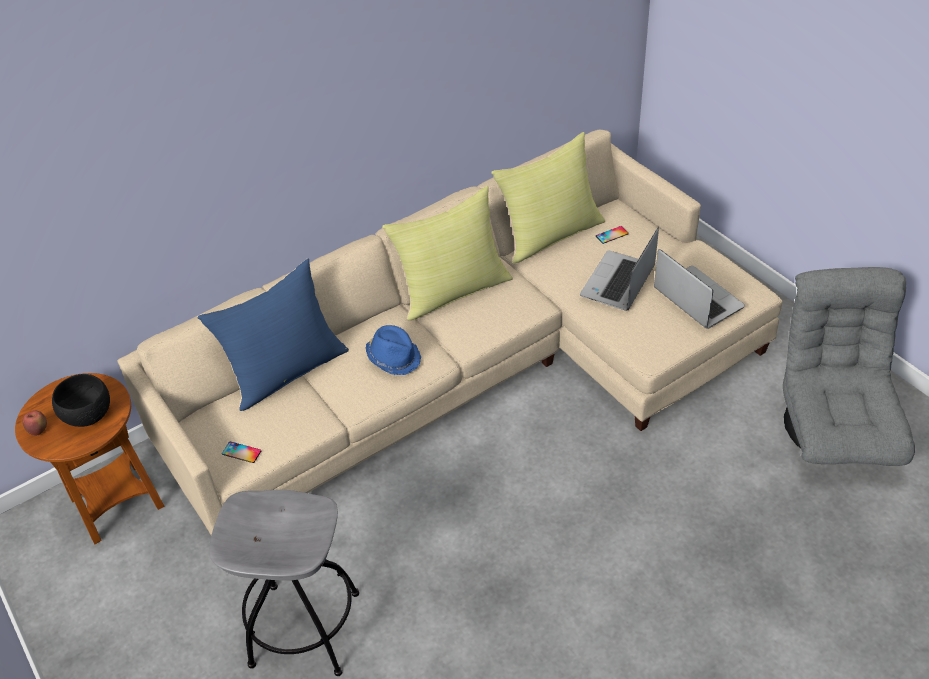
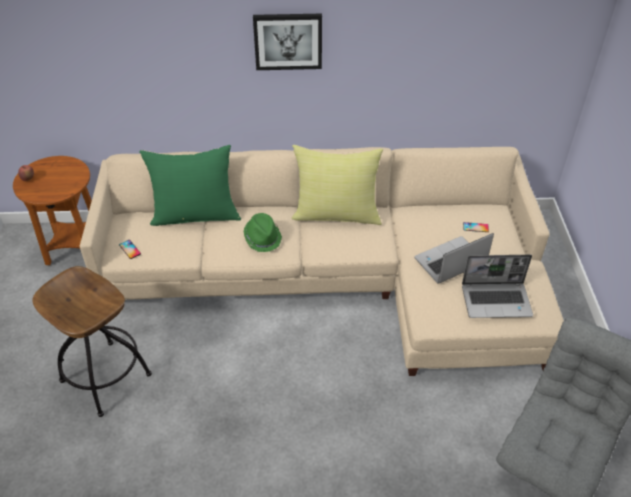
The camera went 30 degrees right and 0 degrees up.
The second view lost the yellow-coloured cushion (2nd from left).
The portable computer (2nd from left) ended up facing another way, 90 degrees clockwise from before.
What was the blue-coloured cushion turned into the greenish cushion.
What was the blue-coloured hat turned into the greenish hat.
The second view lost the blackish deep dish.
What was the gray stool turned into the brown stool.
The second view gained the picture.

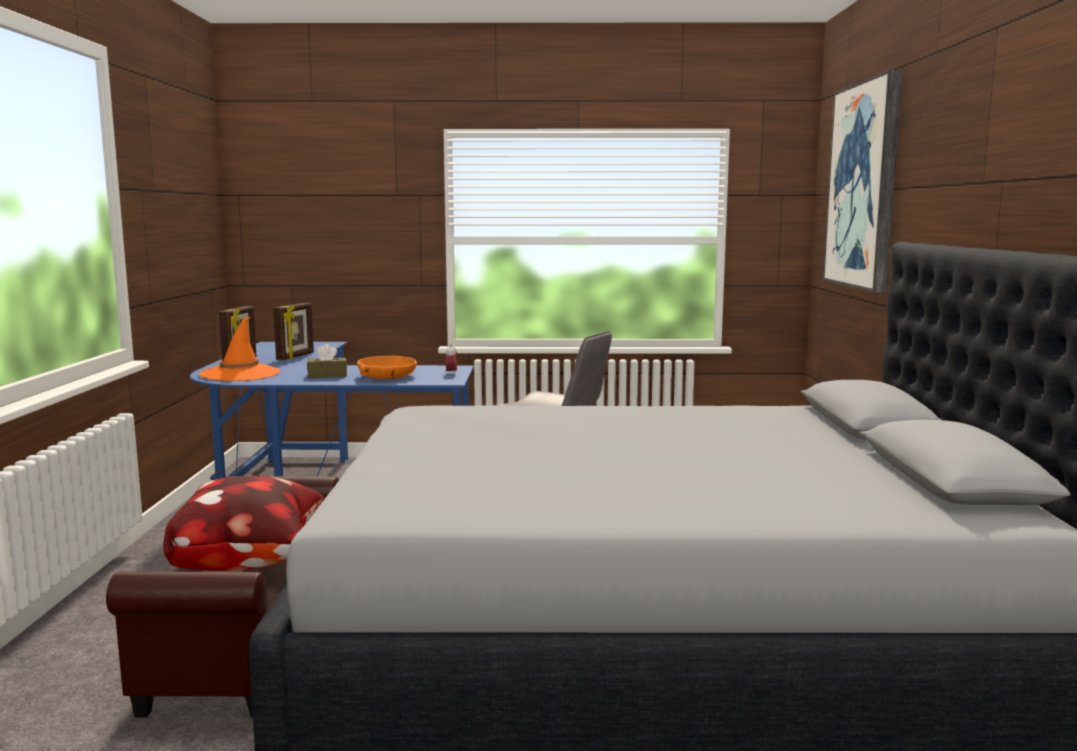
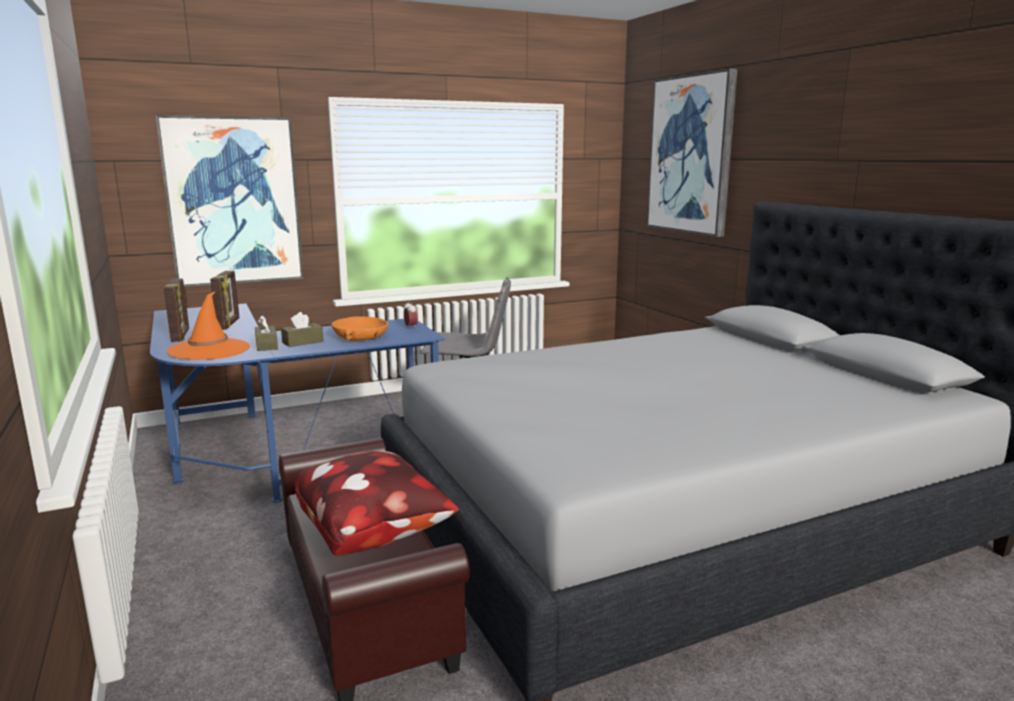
The camera went 25 degrees left and 5 degrees up.
The second view gained the picture (1st from left).
The second view gained the brown tissue holder (1st from left).

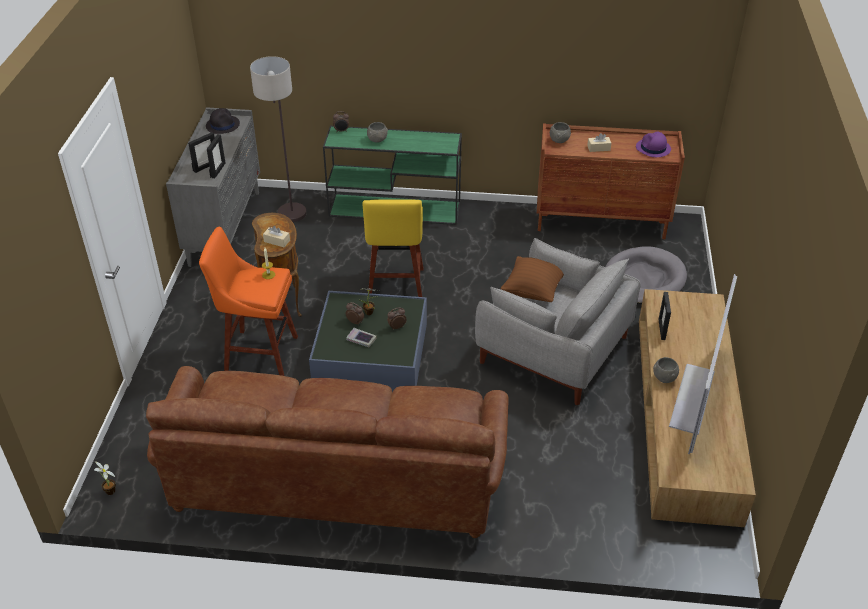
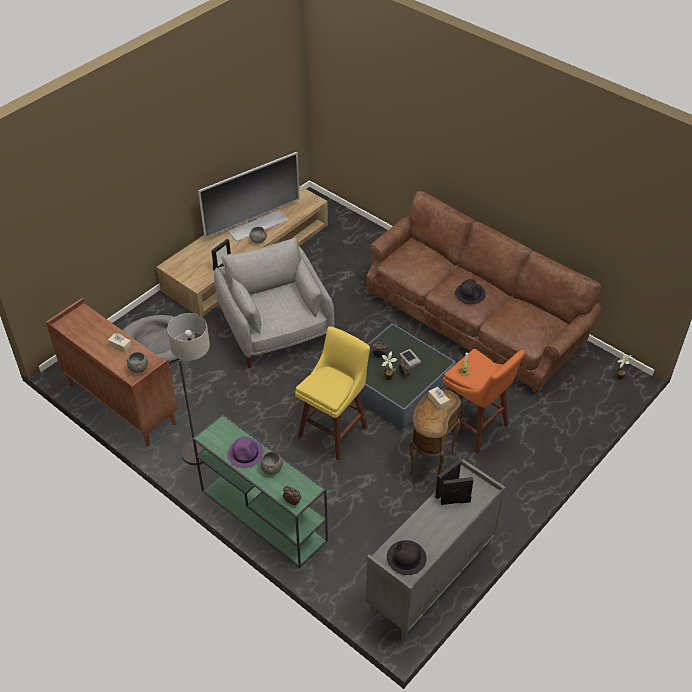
The camera went 145 degrees left and 5 degrees up.
The gray floor lamp ended up elsewhere.
The purplish hat ended up elsewhere.
The second view lost the brown cushion.
The second view gained the blackish hat (2nd from left).

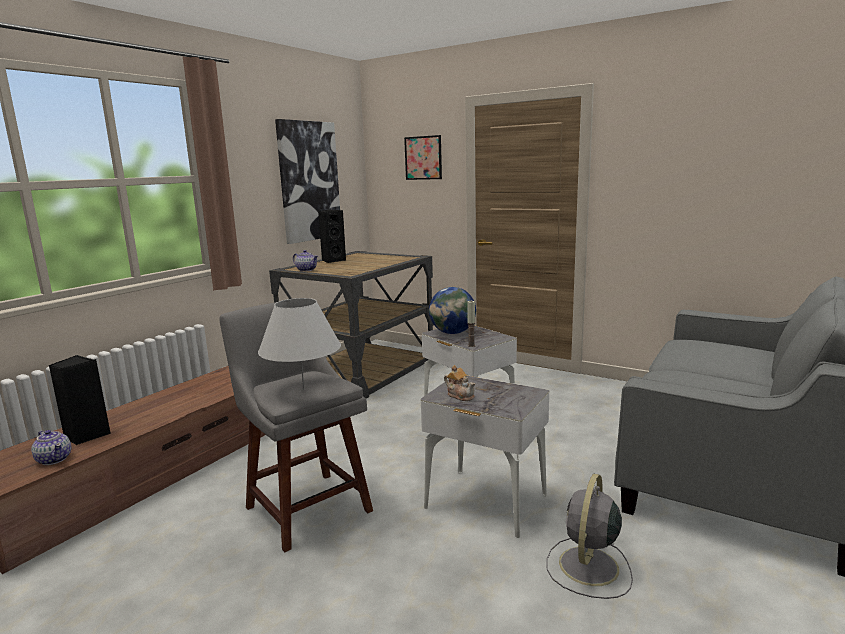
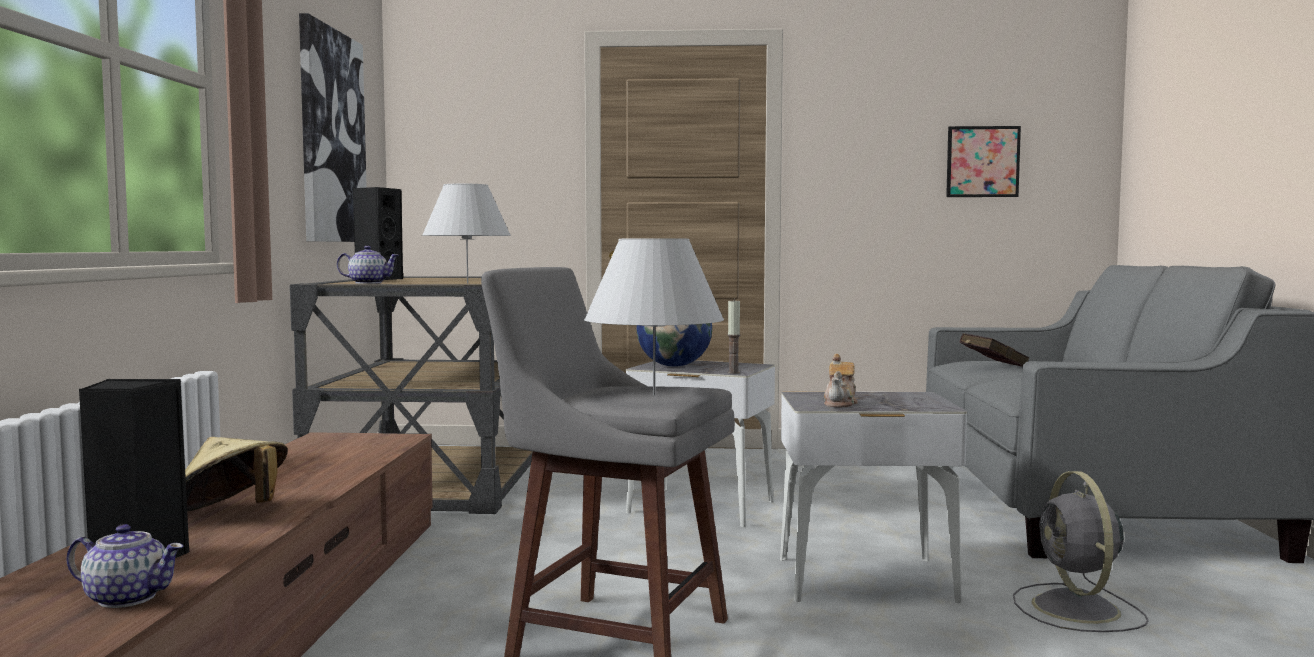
The camera went 30 degrees left and 10 degrees down.
The picture (2nd from left) ended up elsewhere.
The pot for tea (3rd from left) ended up facing another way, 90 degrees clockwise from before.
The second view gained the white-coloured table lamp (1st from left).
The second view gained the reddish volume.
The second view gained the beige hat.

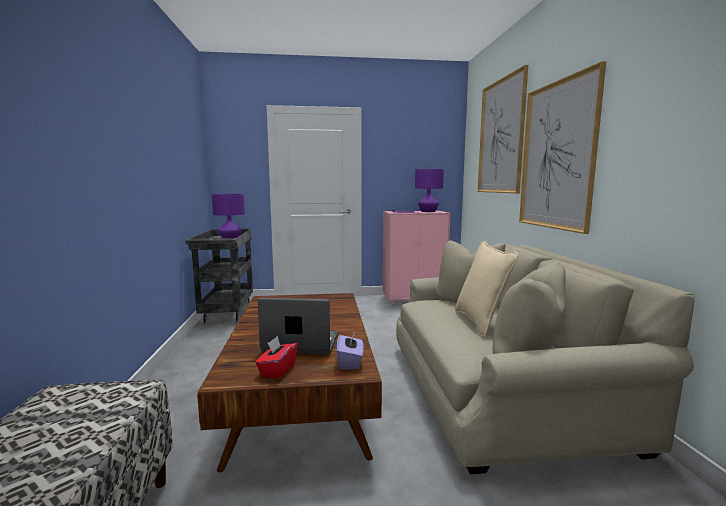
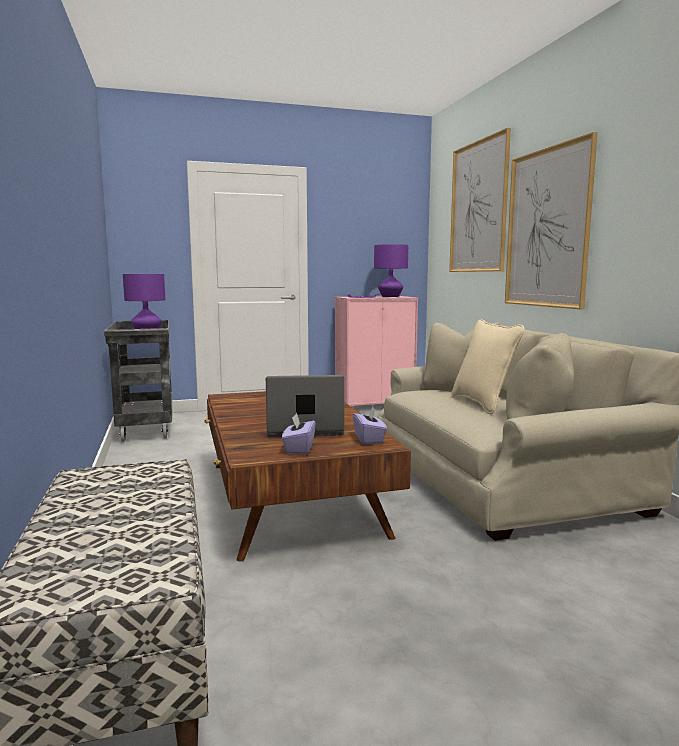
The camera went 10 degrees left and 0 degrees up.
What was the reddish tissue holder turned into the purplish tissue holder (1st from left).

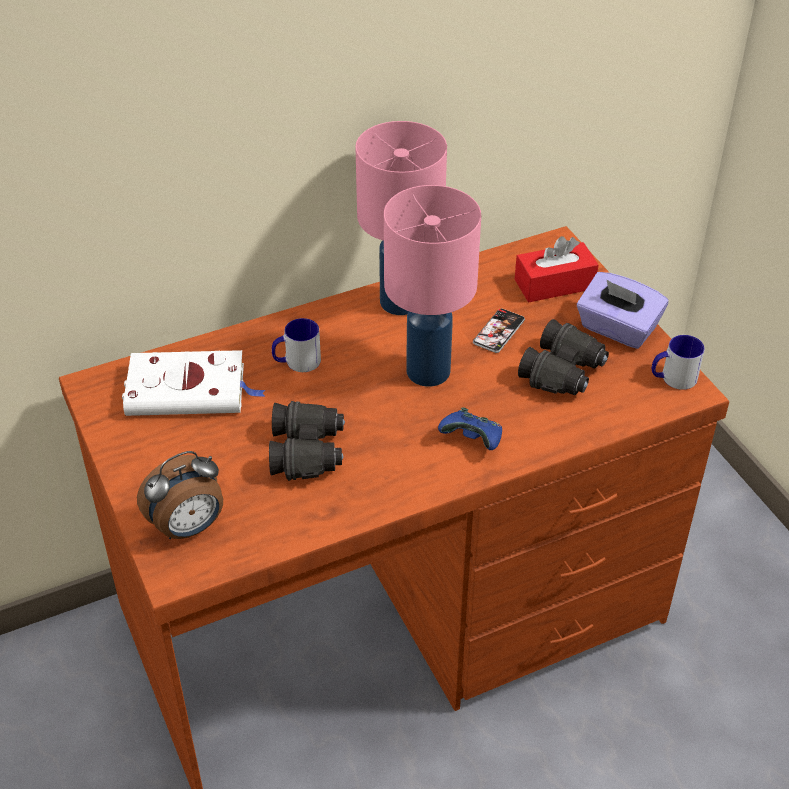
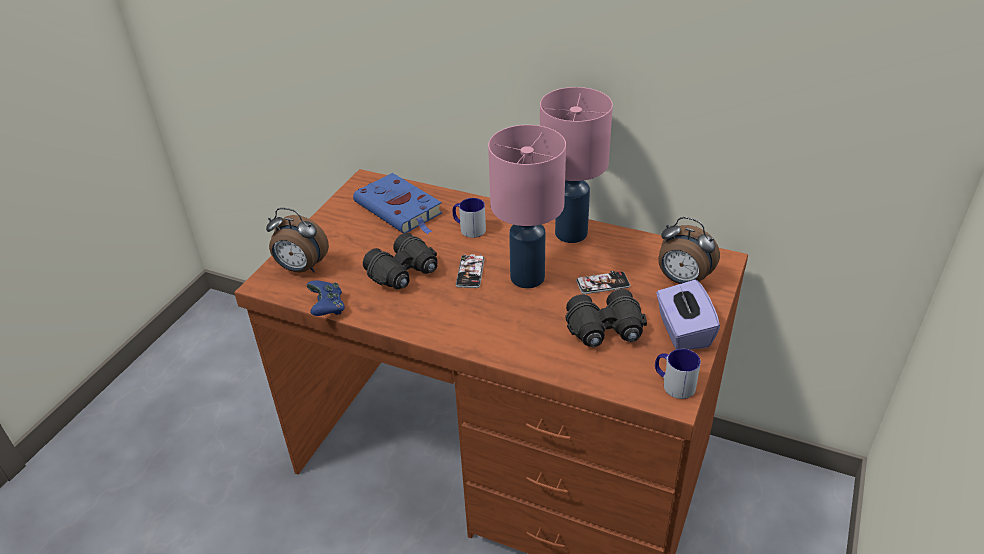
The camera went 50 degrees right and 5 degrees down.
Where the reddish tissue holder stood, the bedside clock (2nd from left) came to stand.
What was the white-coloured volume turned into the blue-coloured volume.
The blue-coloured game controller ended up elsewhere.
The second view gained the handset (1st from left).

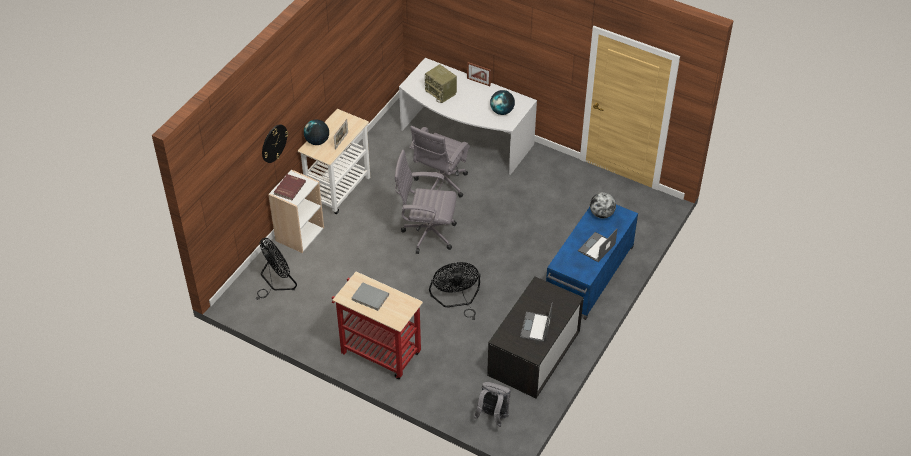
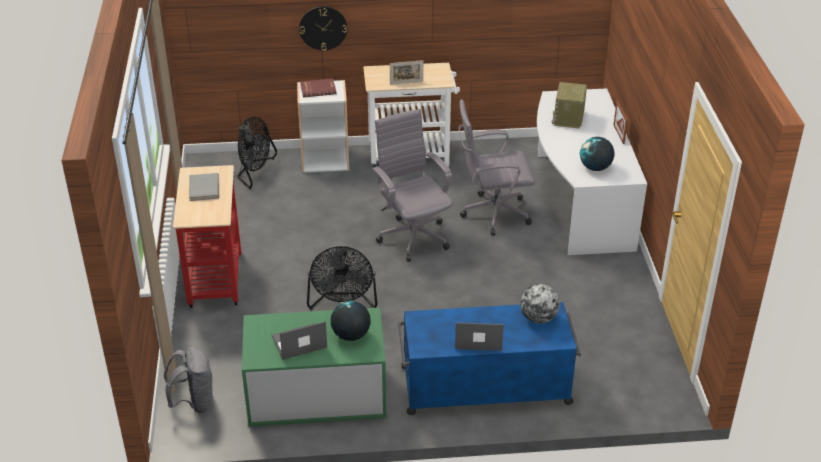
The camera went 55 degrees right and 10 degrees down.
The globe (1st from left) ended up elsewhere.
The blackish fan (2nd from left) ended up facing another way, 135 degrees clockwise from before.
What was the blackish cabinet turned into the greenish cabinet.

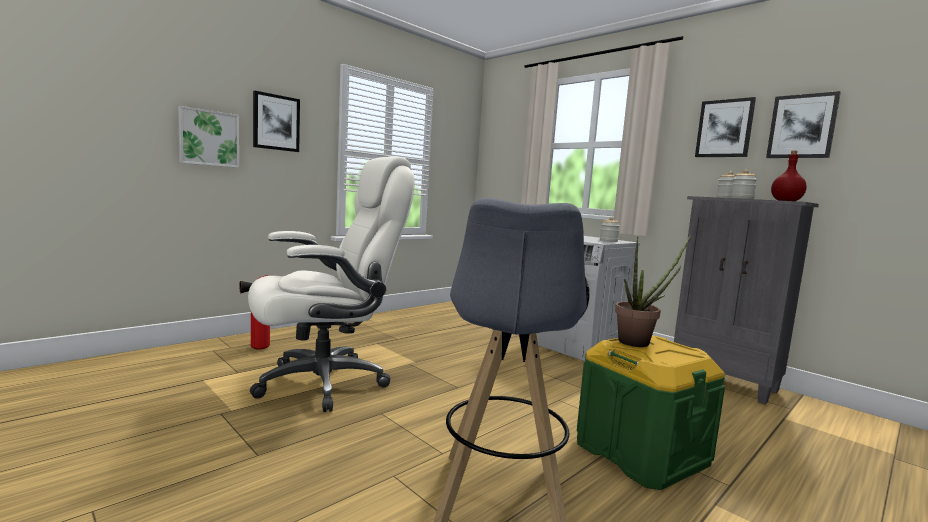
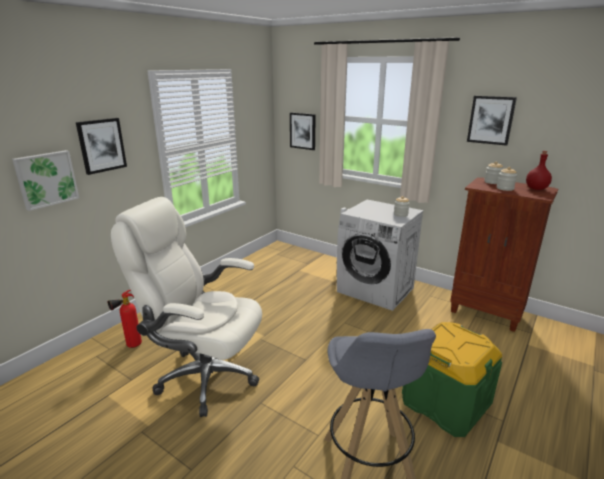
The camera went 10 degrees left and 15 degrees up.
The picture (4th from left in the first image) ended up elsewhere.
The white-coloured desk chair ended up facing another way, 120 degrees counterclockwise from before.
What was the gray cabinet turned into the brown cabinet.
The second view lost the plant in a pot.

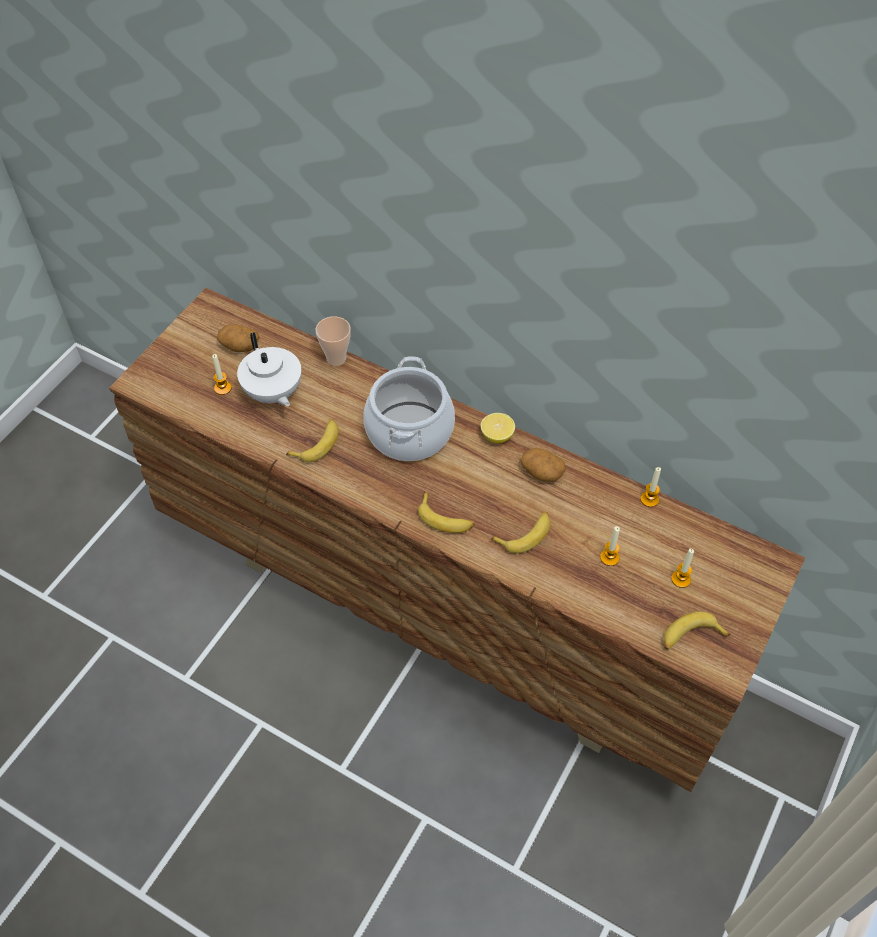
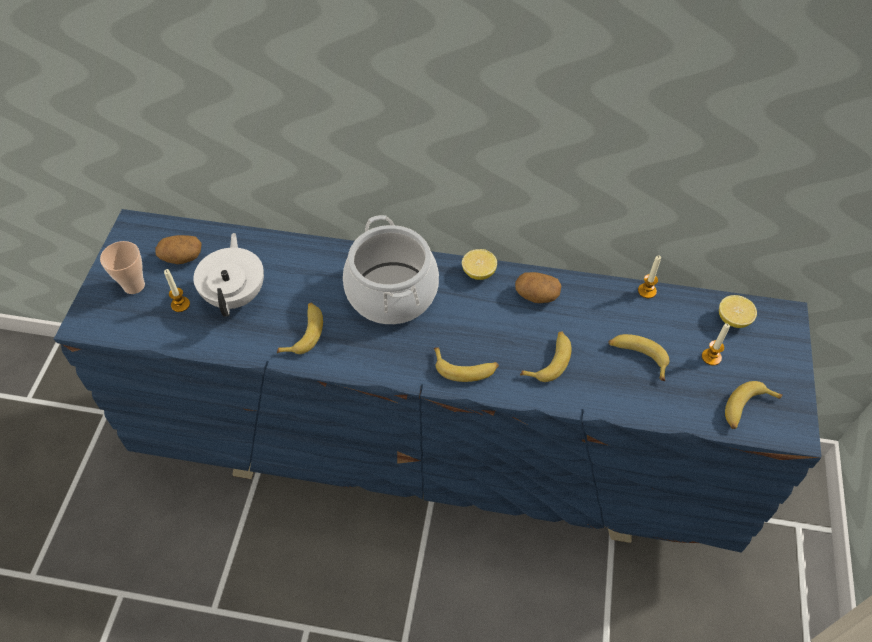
The camera went 20 degrees left and 0 degrees up.
What was the brown cabinet turned into the blue-coloured cabinet.
The cup ended up elsewhere.
The white-coloured pot for tea ended up facing another way, 135 degrees counterclockwise from before.
Where the wax candle (2nd from left) stood, the banana (4th from left) came to stand.
The second view gained the citrus fruit (2nd from left).

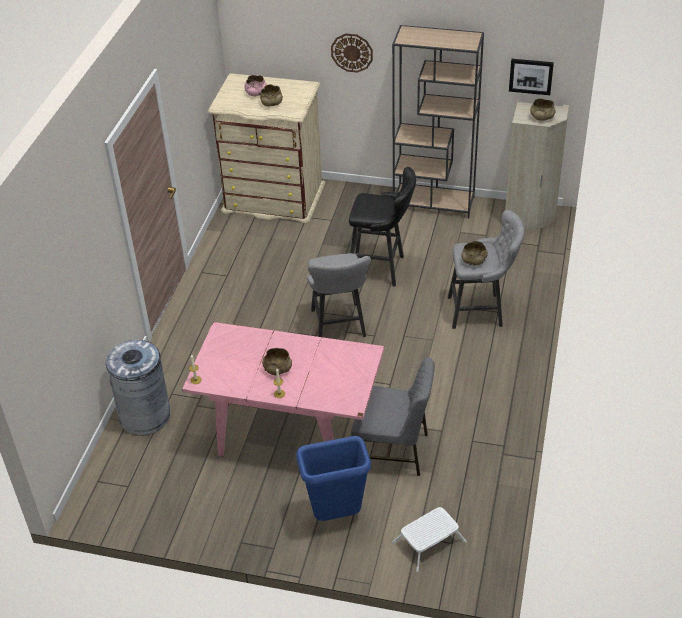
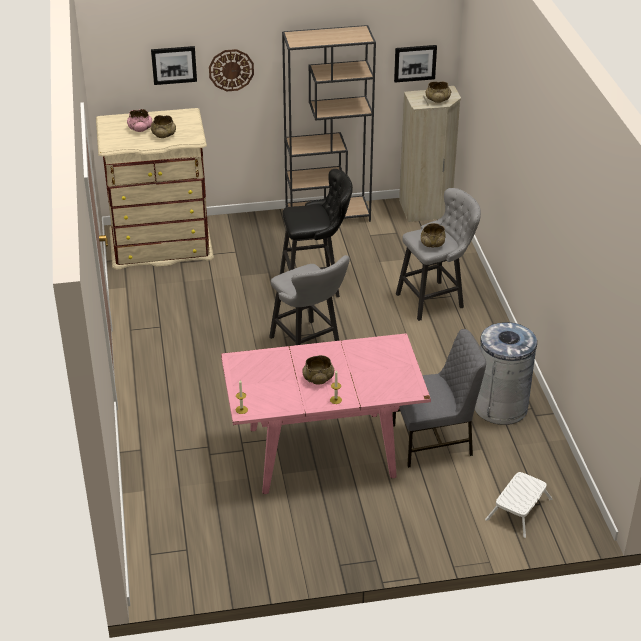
The camera went 25 degrees left and 5 degrees down.
The gray rubbish bin ended up elsewhere.
The second view lost the blue-coloured rubbish bin.
The second view gained the picture (1st from left).

